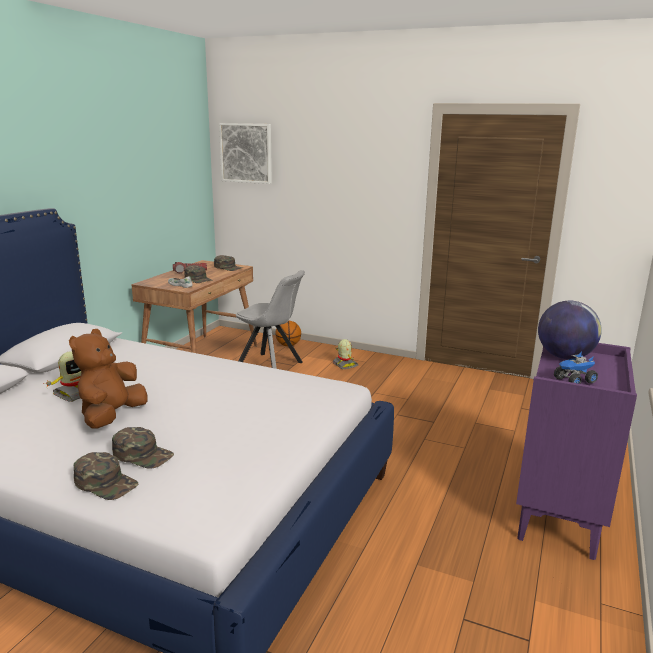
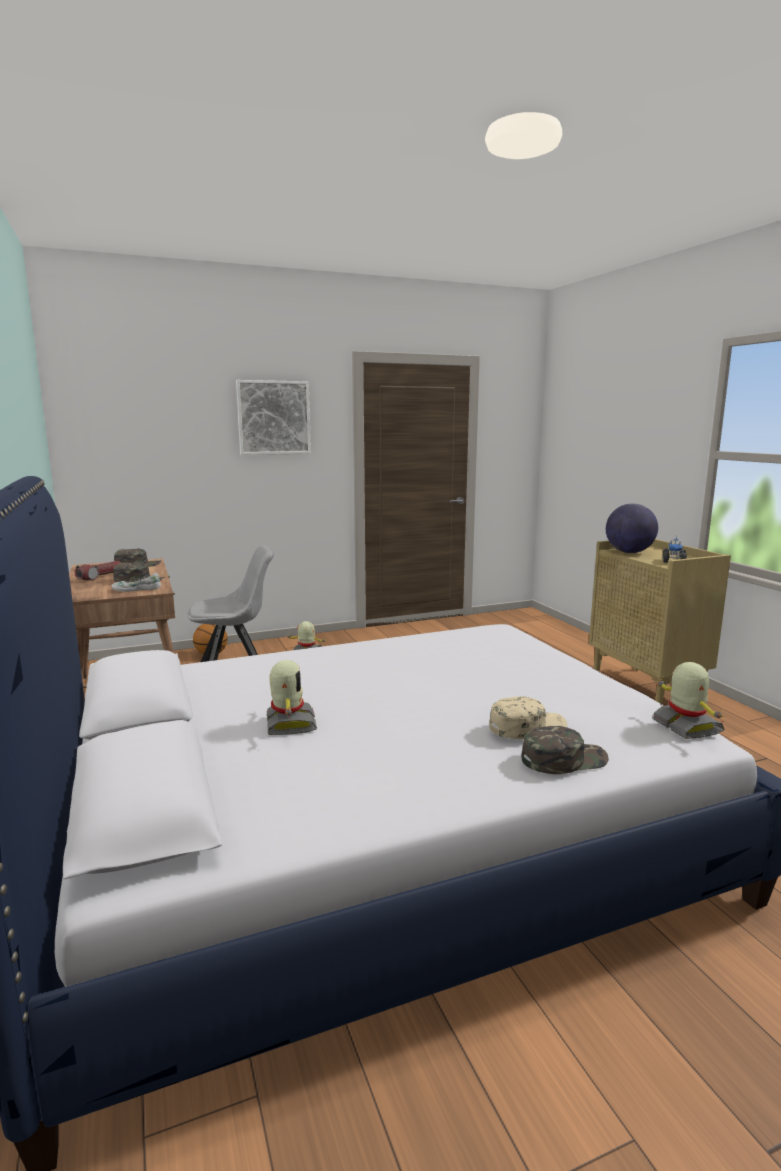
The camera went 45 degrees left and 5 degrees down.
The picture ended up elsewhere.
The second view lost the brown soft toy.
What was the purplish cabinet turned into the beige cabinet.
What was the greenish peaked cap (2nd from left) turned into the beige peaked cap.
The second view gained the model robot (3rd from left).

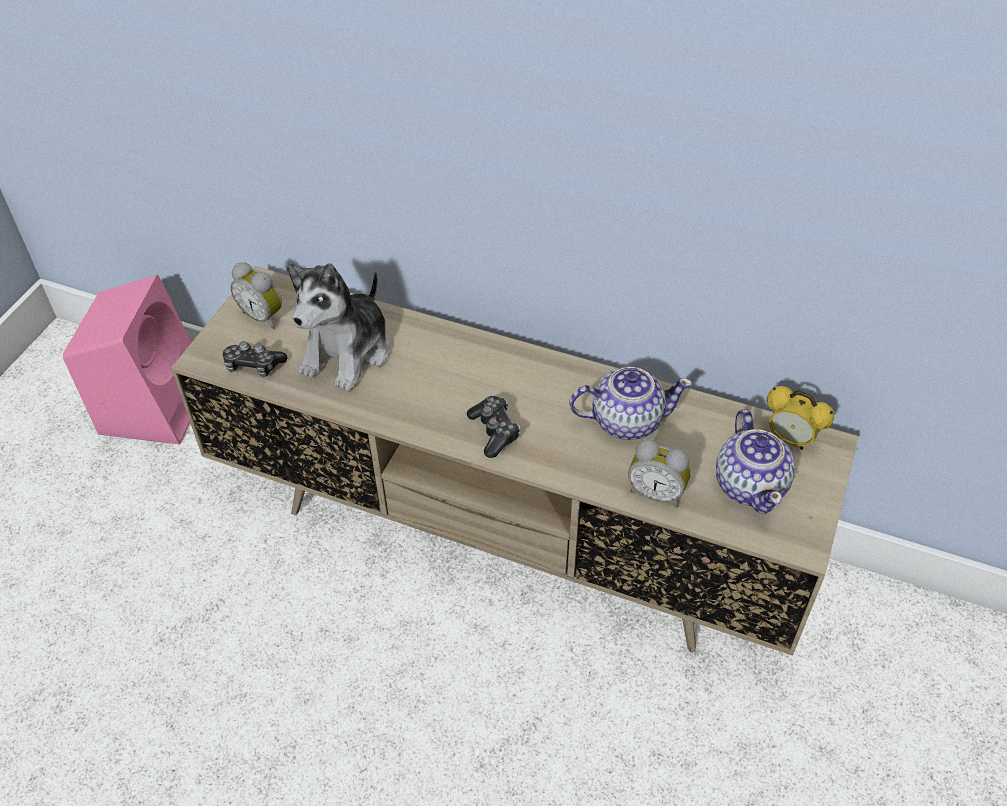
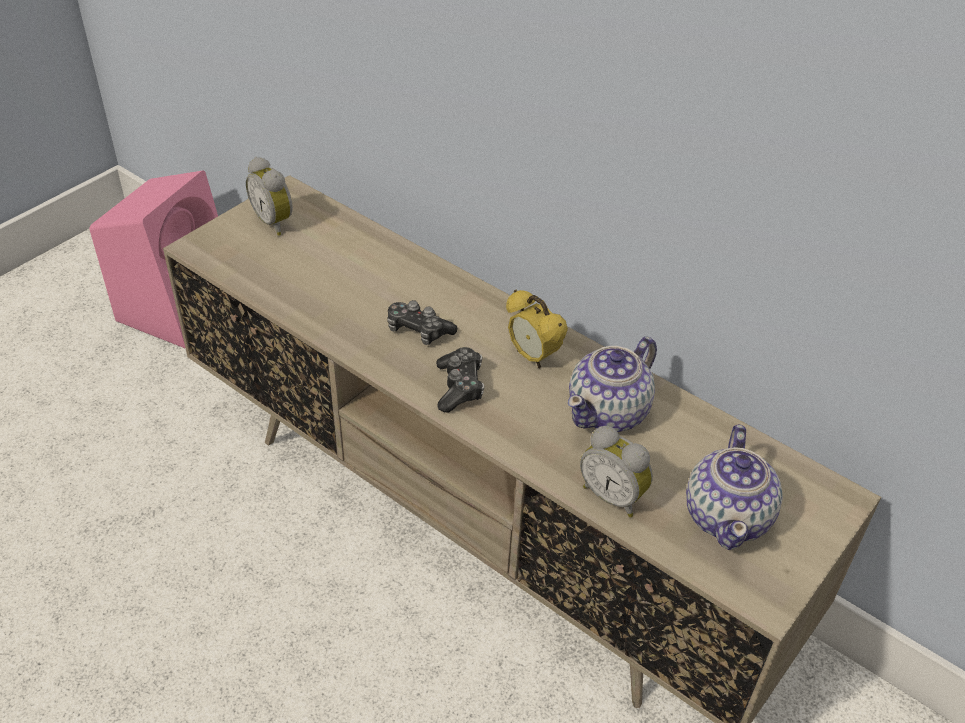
The camera went 15 degrees right and 5 degrees down.
The second view lost the soft toy.
The game controller (1st from left) ended up elsewhere.
The pot for tea (1st from left) ended up facing another way, 120 degrees clockwise from before.
The bedside clock (3rd from left in the first image) ended up elsewhere.

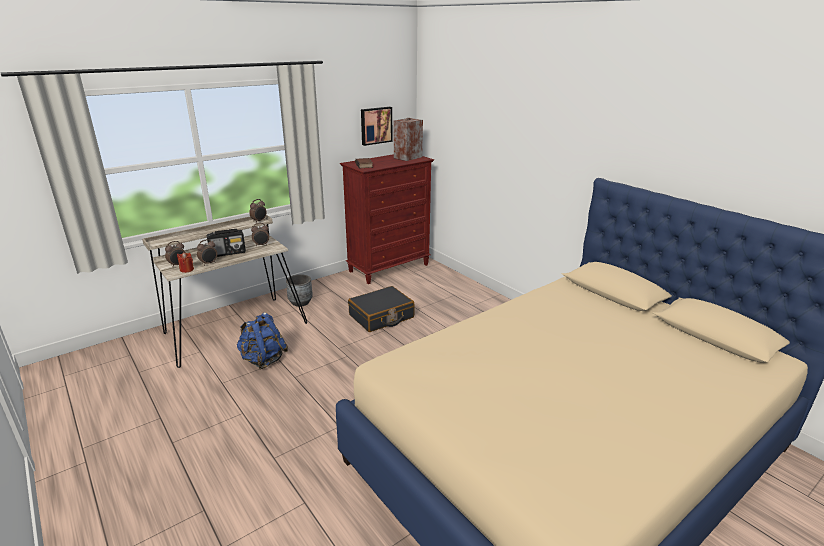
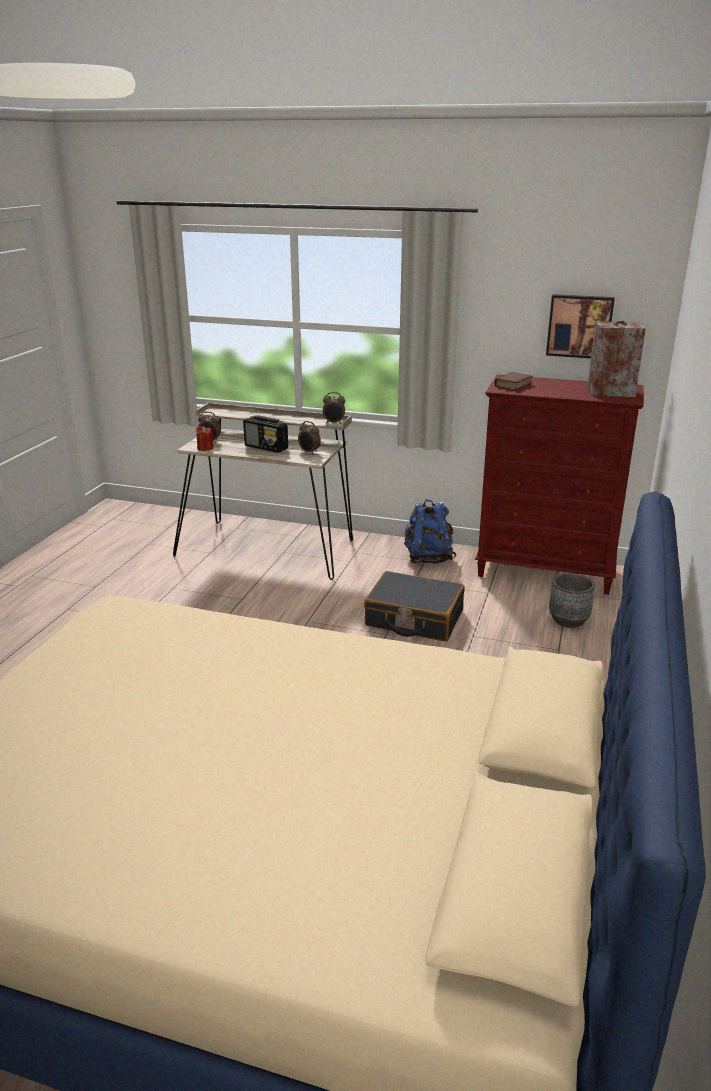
The camera went 55 degrees right and 0 degrees up.
The second view lost the bedside clock (2nd from left).
The gray planter ended up elsewhere.
The blue-coloured knapsack ended up elsewhere.

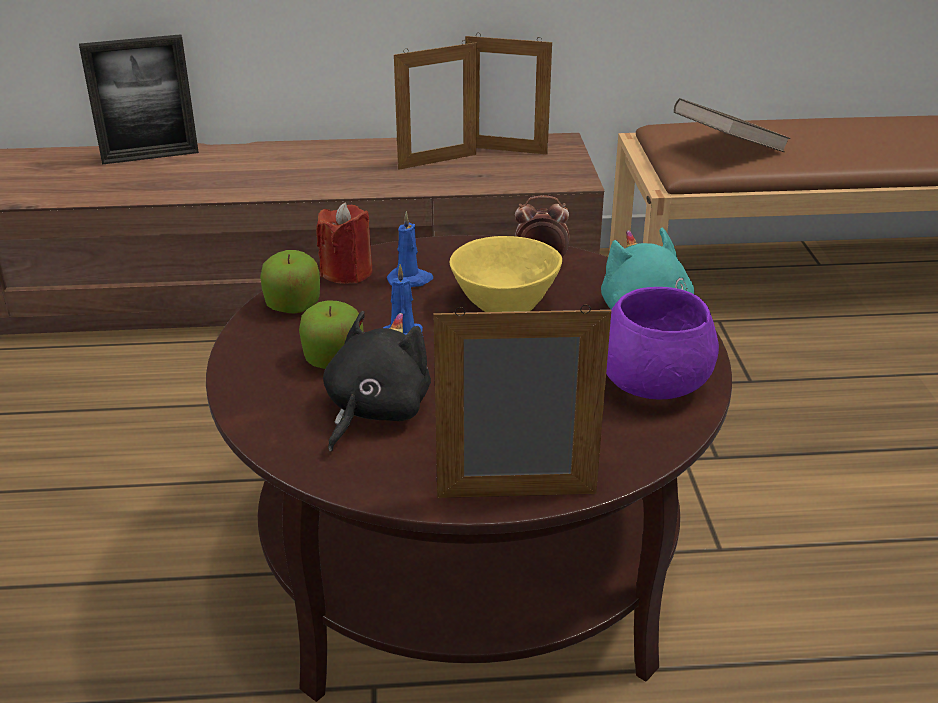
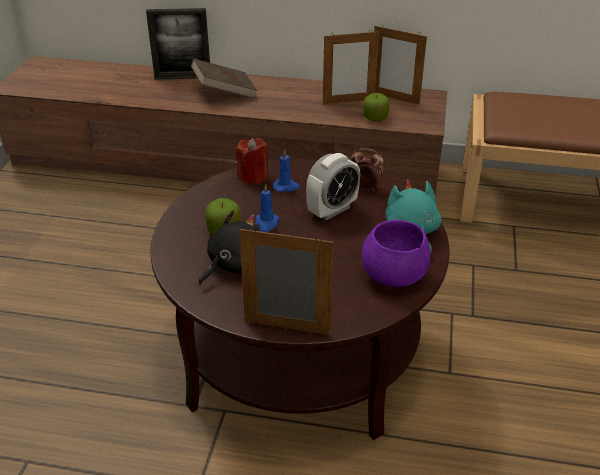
The camera went 15 degrees right and 5 degrees up.
The brown volume ended up elsewhere.
Where the yellow-coloured deep dish stood, the bedside clock (1st from left) came to stand.
The apple (1st from left in the first image) ended up elsewhere.

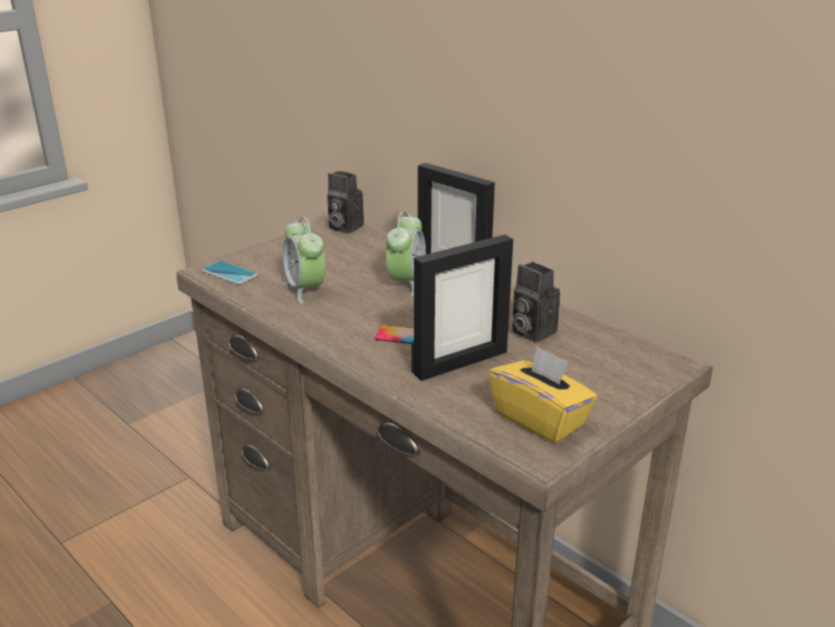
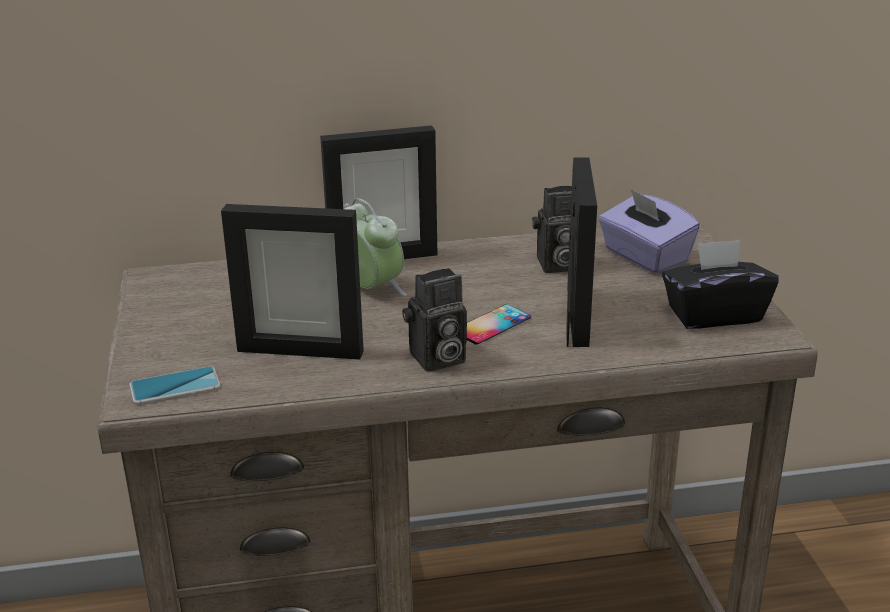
The camera went 55 degrees left and 0 degrees up.
The photo camera (1st from left) ended up elsewhere.
Where the bedside clock (1st from left) stood, the standing frame (1st from left) came to stand.
What was the yellow-coloured tissue holder turned into the blackish tissue holder.
The second view gained the purplish tissue holder.

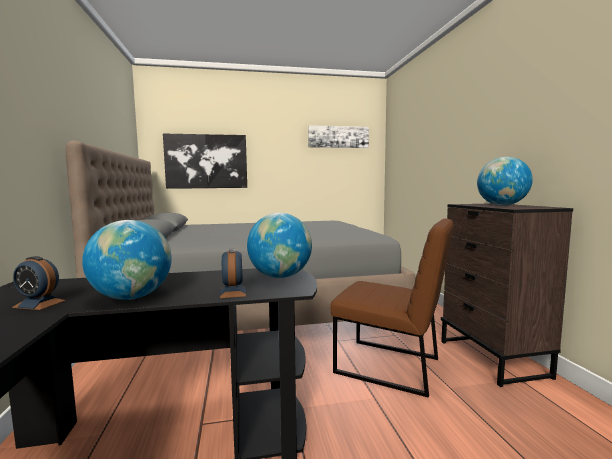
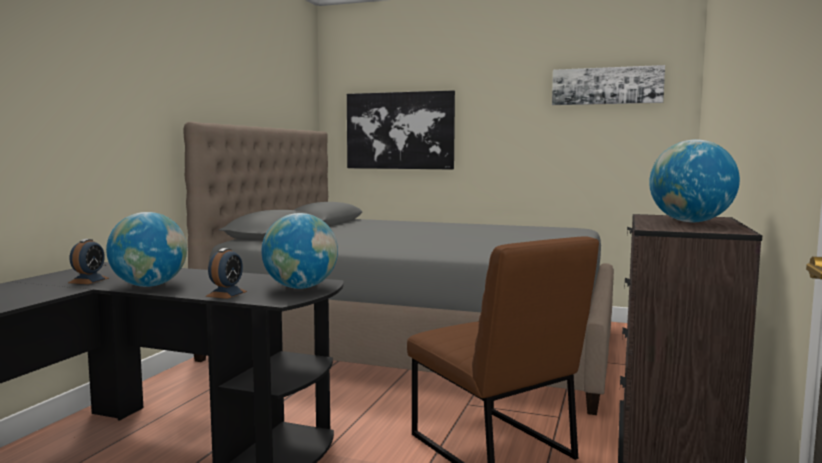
The camera went 30 degrees right and 0 degrees up.
The bedside clock (1st from left) ended up facing another way, 120 degrees counterclockwise from before.

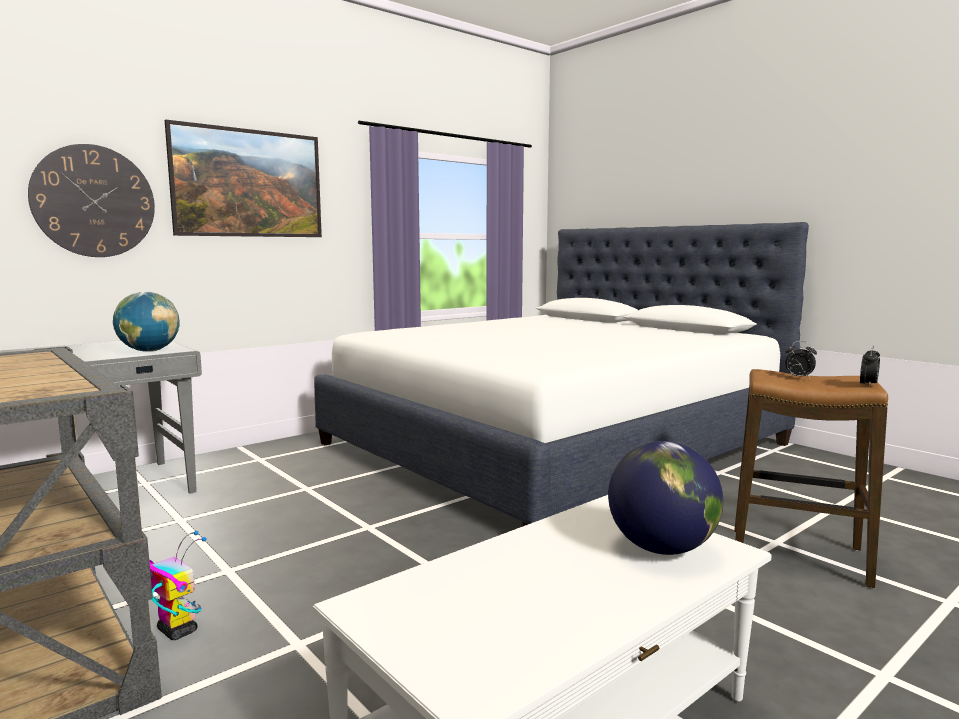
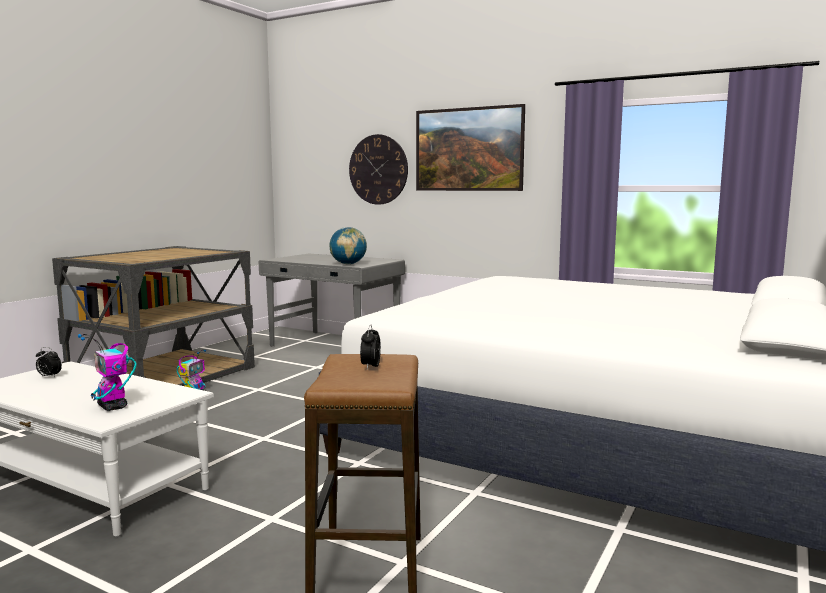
The camera went 70 degrees right and 0 degrees up.
The bedside clock (2nd from left in the first image) ended up elsewhere.
Where the globe (2nd from left) stood, the model robot (1st from left) came to stand.

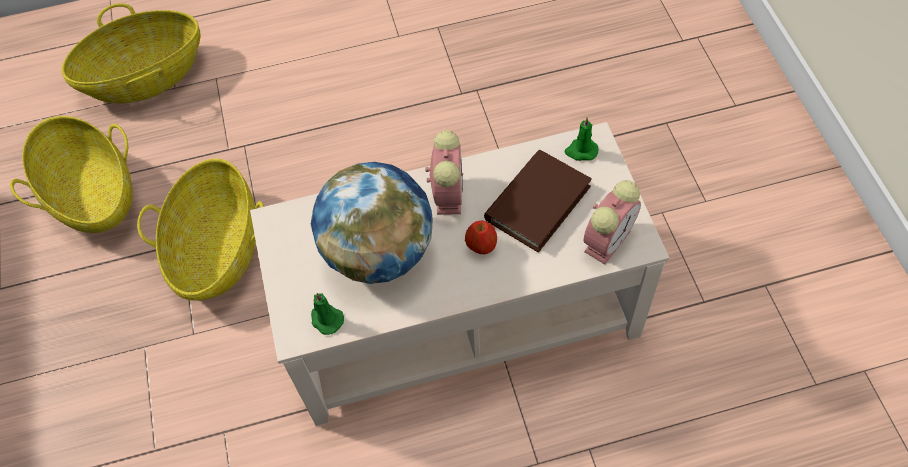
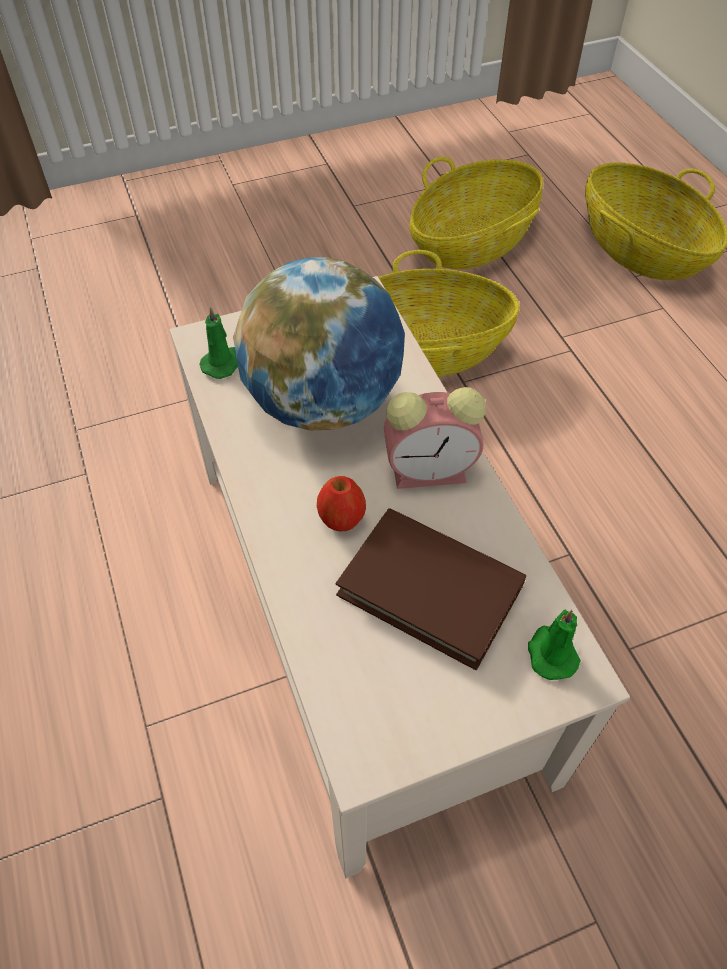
The camera went 80 degrees right and 5 degrees down.
The second view lost the bedside clock (2nd from left).

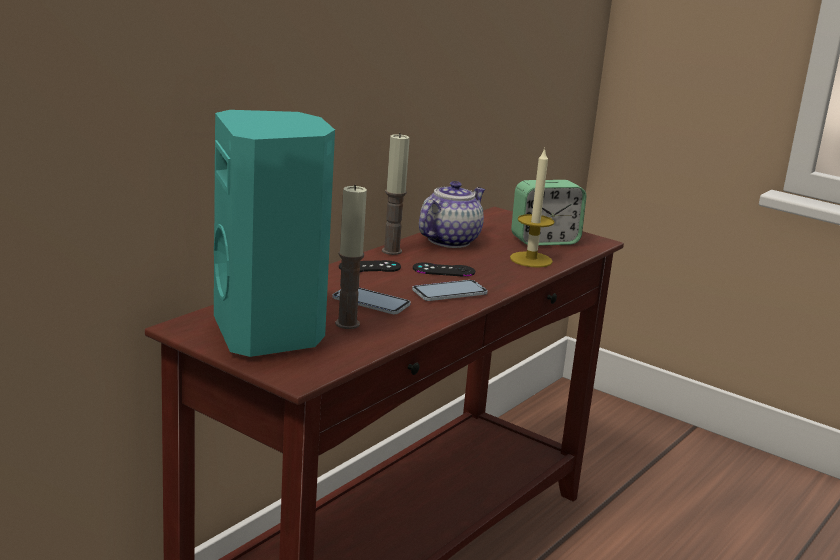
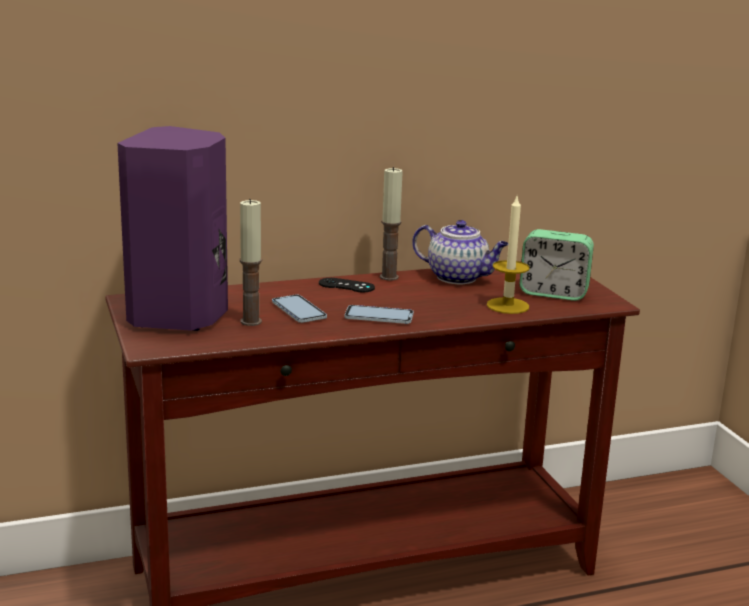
The camera went 35 degrees right and 0 degrees up.
What was the turquoise speaker turned into the purplish speaker.
The pot for tea ended up facing another way, 45 degrees clockwise from before.
The second view lost the blackish game controller (2nd from left).

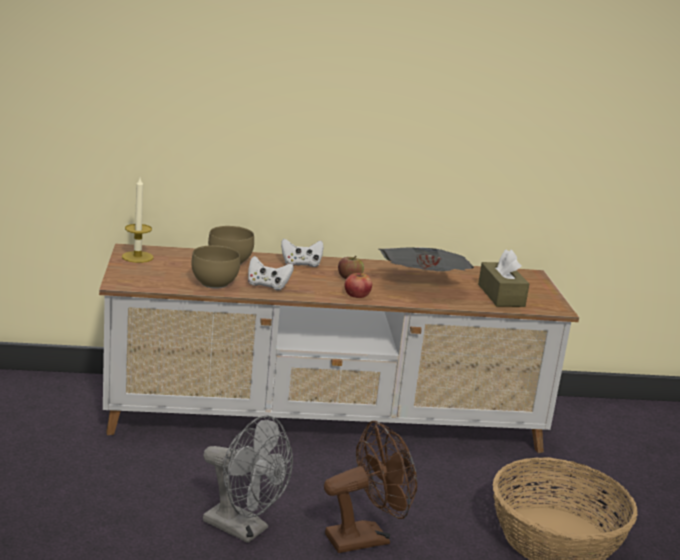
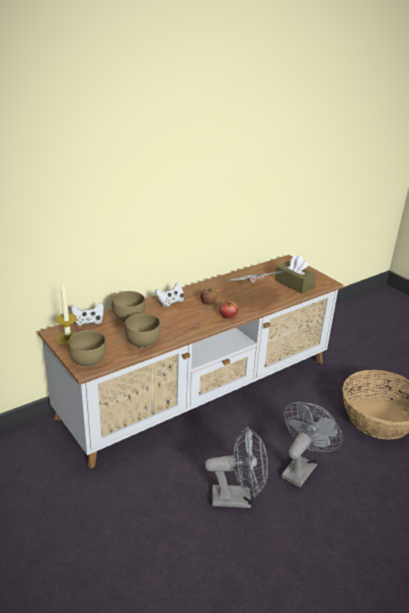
The camera went 30 degrees left and 10 degrees up.
The white-coloured game controller (1st from left) ended up elsewhere.
What was the brown fan turned into the gray fan (2nd from left).
The second view gained the brown deep dish (1st from left).

